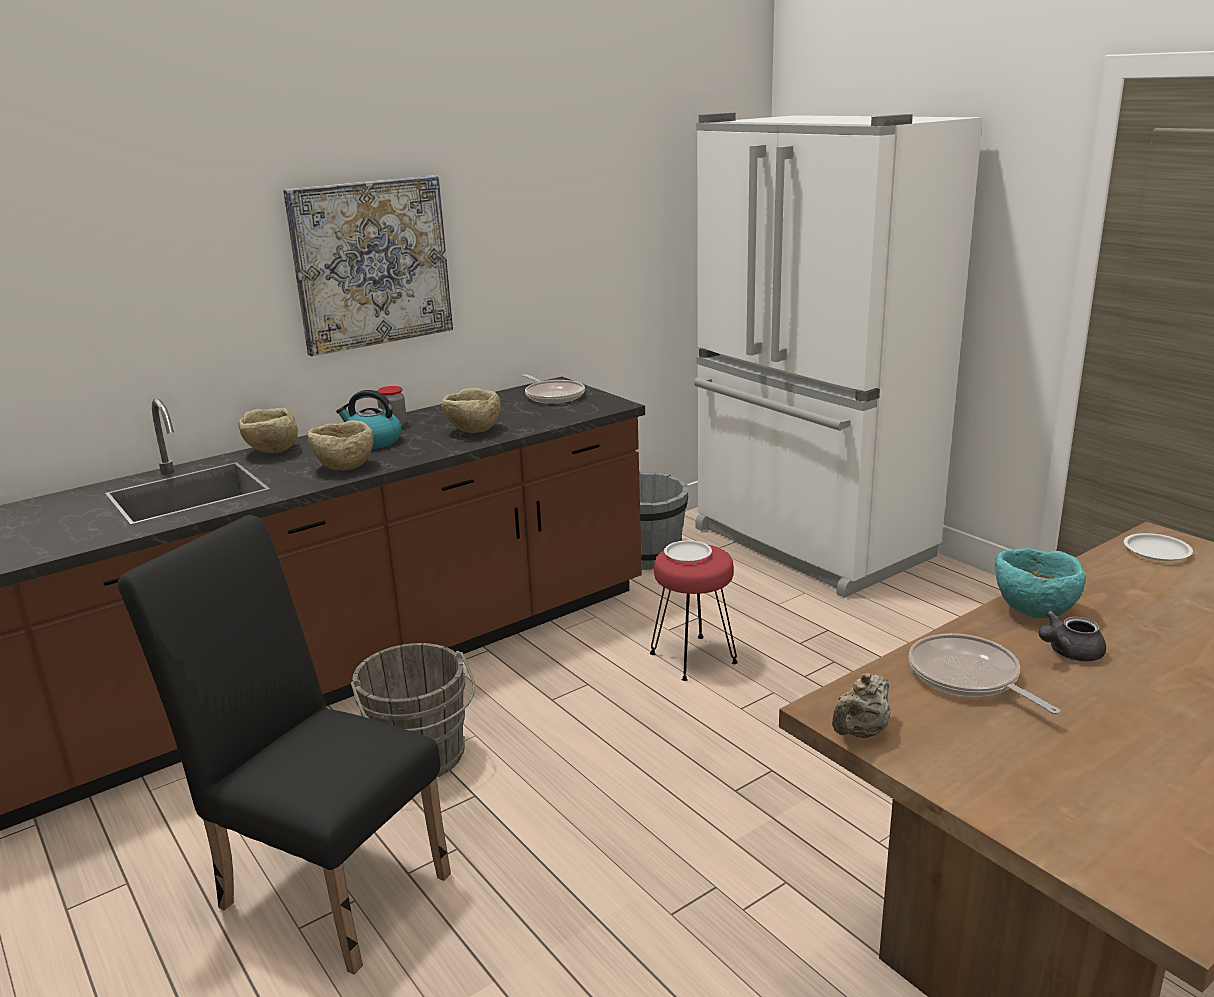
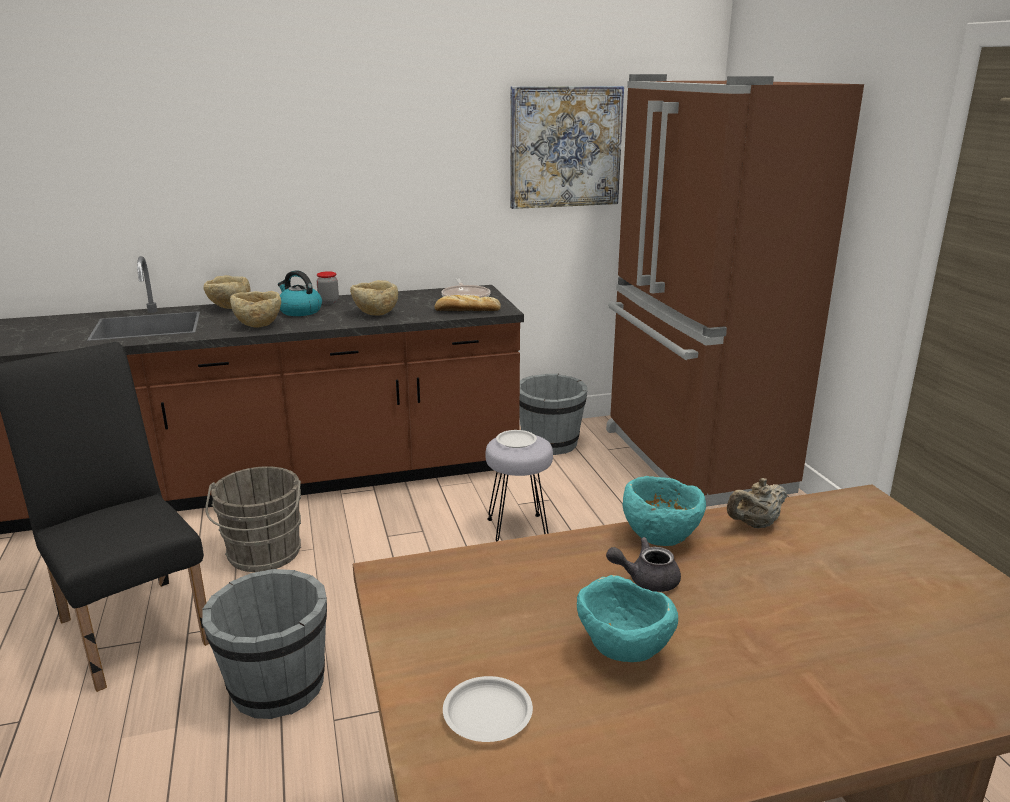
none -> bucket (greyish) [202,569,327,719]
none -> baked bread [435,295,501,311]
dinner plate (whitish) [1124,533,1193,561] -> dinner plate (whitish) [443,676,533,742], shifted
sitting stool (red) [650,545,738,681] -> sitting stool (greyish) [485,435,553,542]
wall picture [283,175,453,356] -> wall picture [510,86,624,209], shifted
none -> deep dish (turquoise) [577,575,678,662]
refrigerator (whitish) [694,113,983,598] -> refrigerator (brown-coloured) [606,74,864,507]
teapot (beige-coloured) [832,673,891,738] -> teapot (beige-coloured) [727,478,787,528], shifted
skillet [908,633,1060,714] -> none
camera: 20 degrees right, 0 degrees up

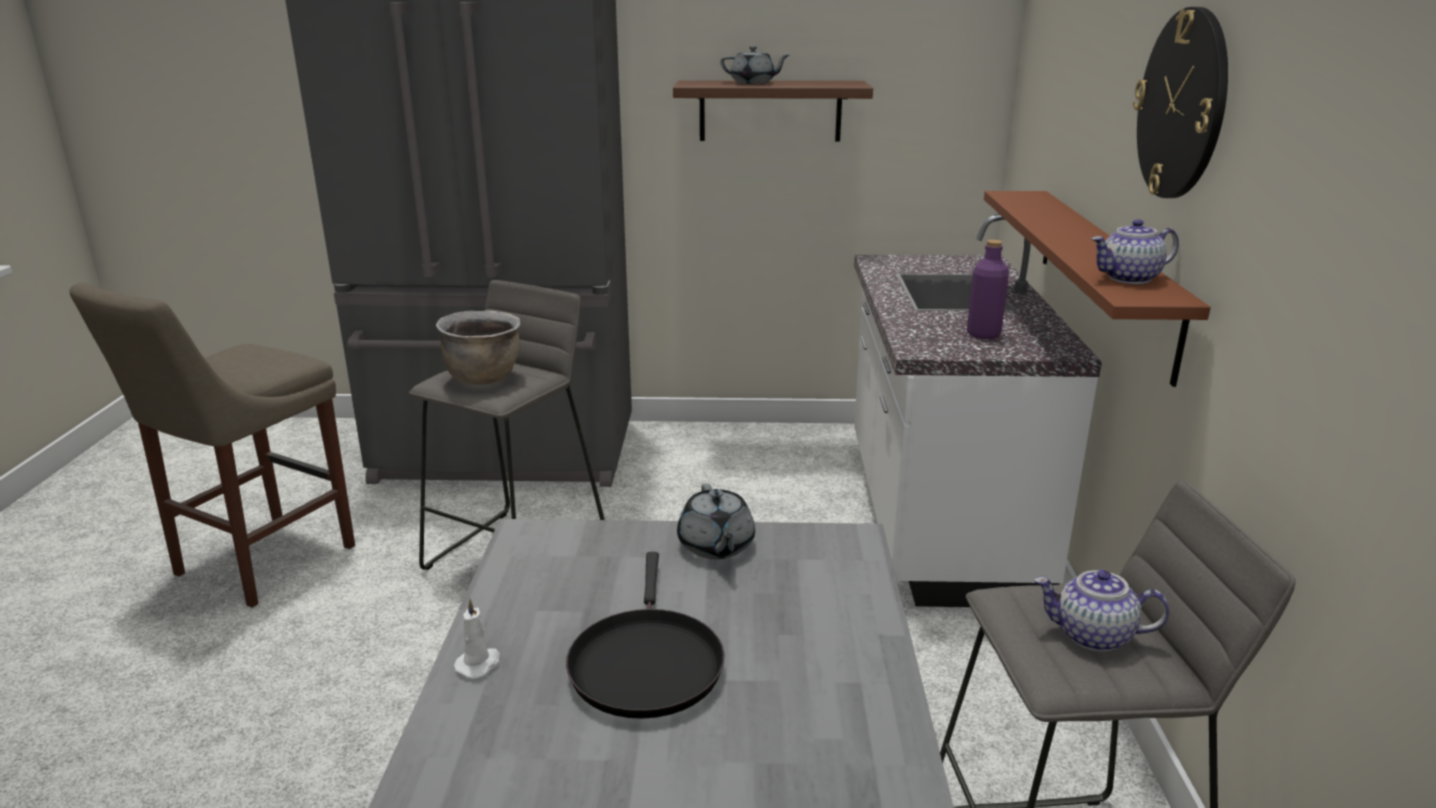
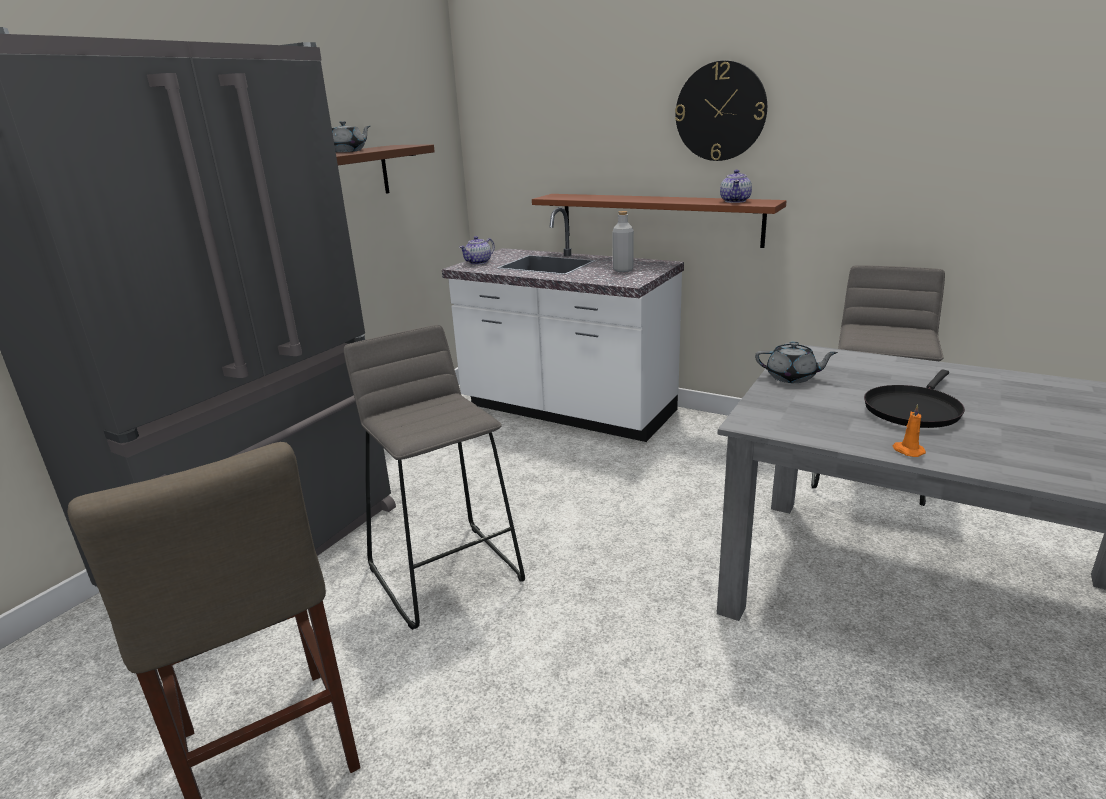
teapot [1034,570,1170,652] -> teapot [459,236,495,265], shifted
bottle (purple-coloured) [967,240,1009,339] -> bottle (greyish) [612,211,634,272]
skillet (black-coloured) [566,552,725,719] -> skillet (black-coloured) [864,370,965,428], 105 degrees clockwise
wax light (whitish) [454,599,500,679] -> wax light (orange-coloured) [893,404,926,457]
stockpot (brown-coloured) [436,311,520,385] -> none
camera: 60 degrees left, 0 degrees up

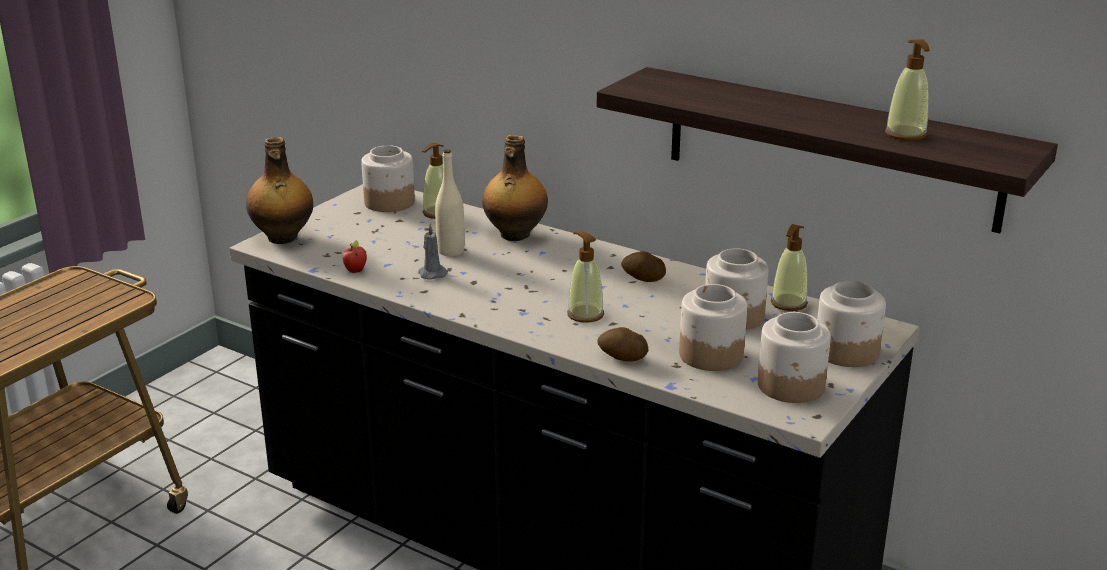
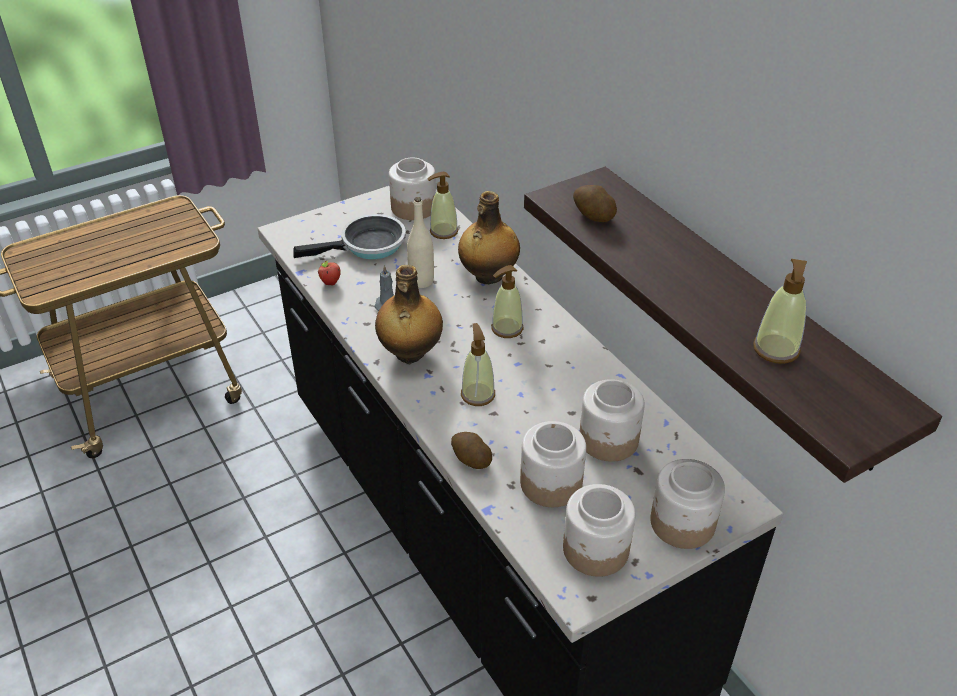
none -> skillet [293,214,406,259]
bottle [246,137,313,244] -> bottle [375,265,443,363], shifted
soap dispenser [771,224,808,311] -> soap dispenser [491,265,523,338], shifted
spud [621,251,666,282] -> spud [573,185,617,222], shifted
camera: 25 degrees right, 15 degrees up

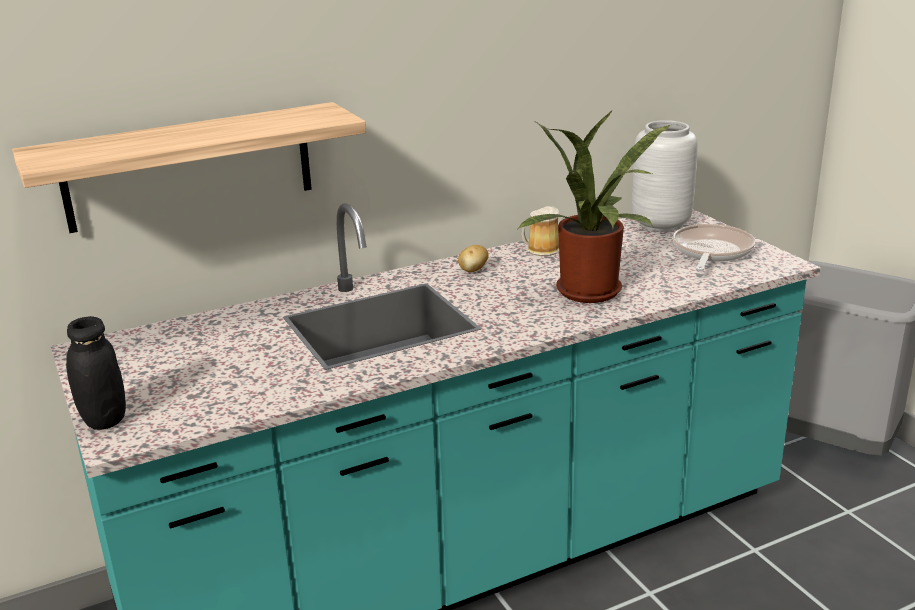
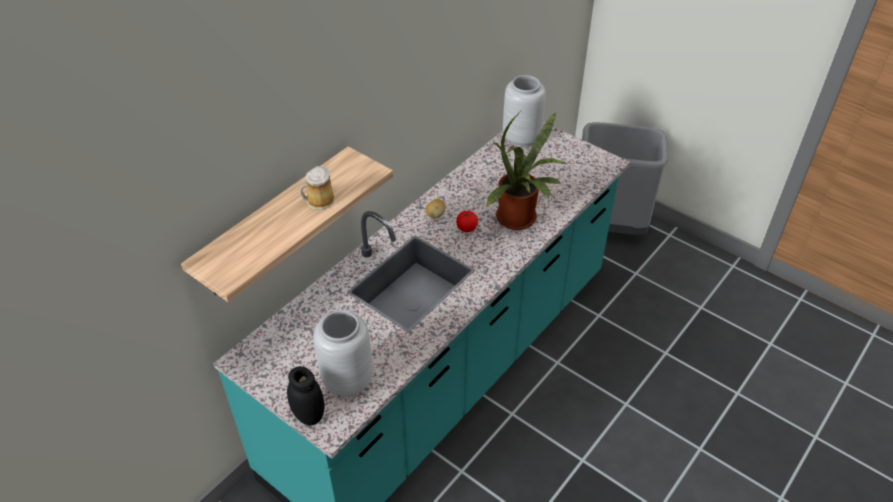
mug [522,206,559,256] -> mug [300,166,335,210], shifted
none -> flower vase (greyish) [314,310,373,396]
none -> fresh tomato [456,211,478,232]
skillet [673,224,755,271] -> none
camera: 25 degrees left, 20 degrees up

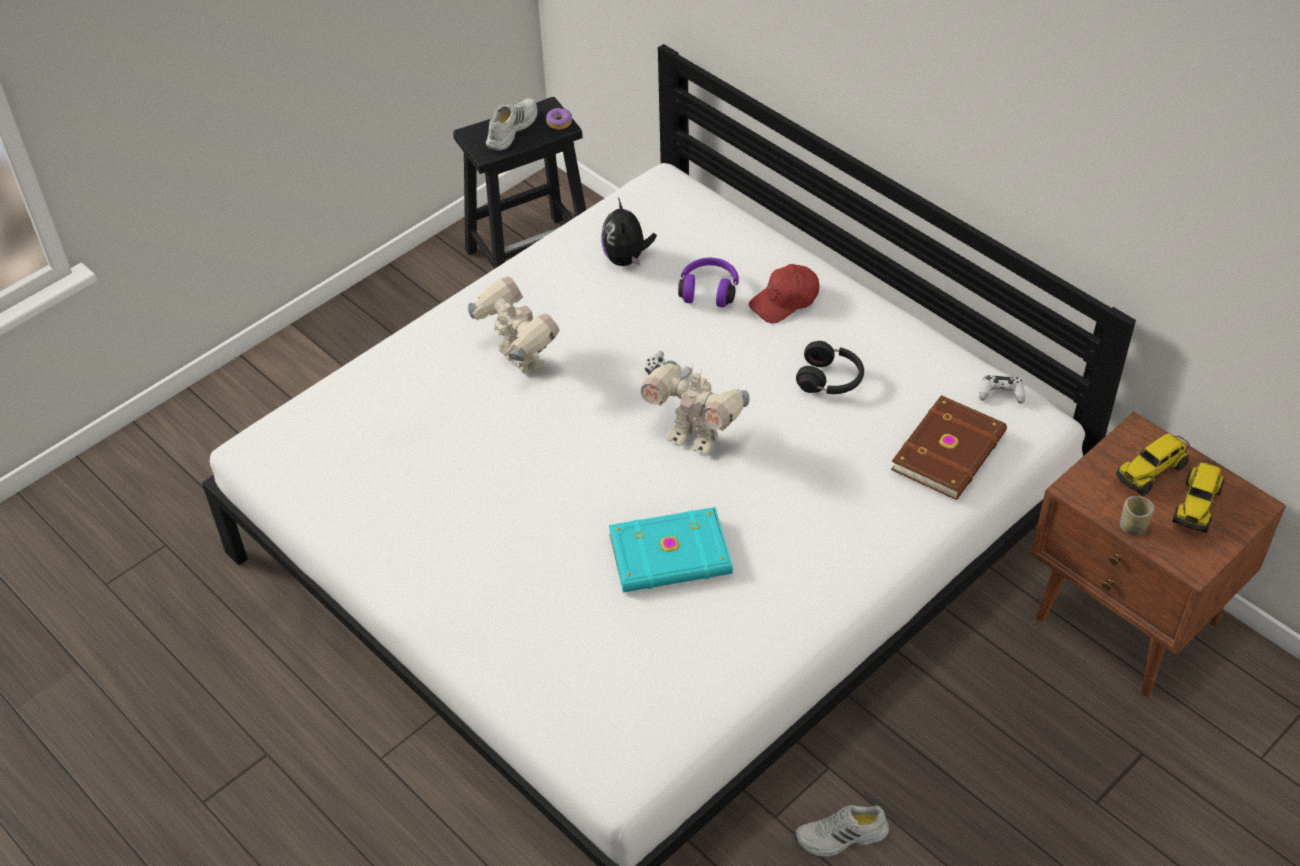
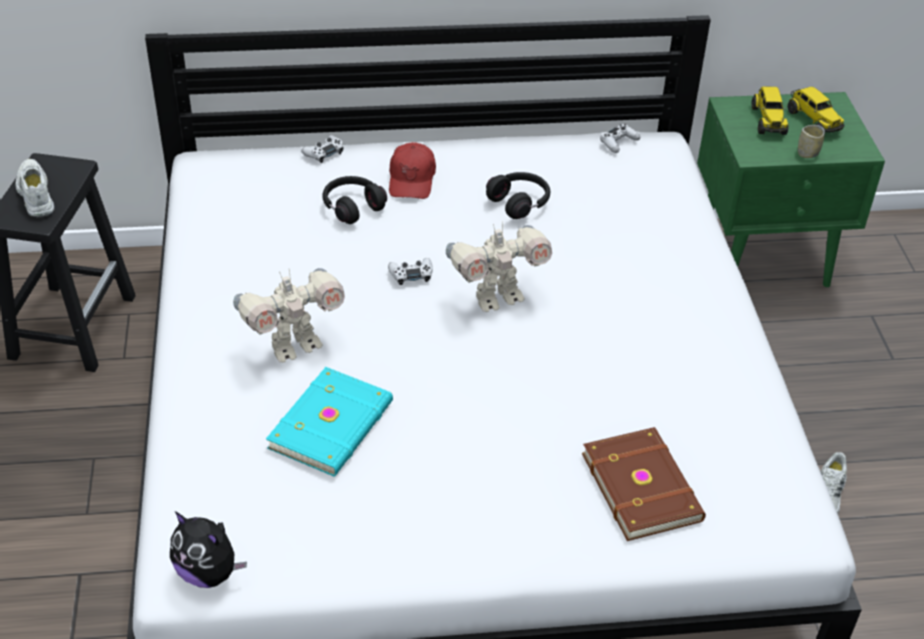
plush toy [601,198,657,266] -> plush toy [170,511,247,588], shifted
model robot [468,276,559,374] -> model robot [233,268,345,363], 150 degrees clockwise
bound book (turquoise) [609,507,733,593] -> bound book (turquoise) [266,367,393,477], shifted
none -> gamepad (whitish) [301,135,344,163]
pair of headphones (purple-coloured) [678,258,739,308] -> pair of headphones (black-coloured) [323,176,387,224]
bound book (brown-coloured) [891,395,1007,500] -> bound book (brown-coloured) [582,427,706,541], shifted
nightstand (brown-coloured) [1031,411,1286,697] -> nightstand (green) [697,92,885,287]
ring doughnut [546,108,572,130] -> none
camera: 55 degrees left, 5 degrees down

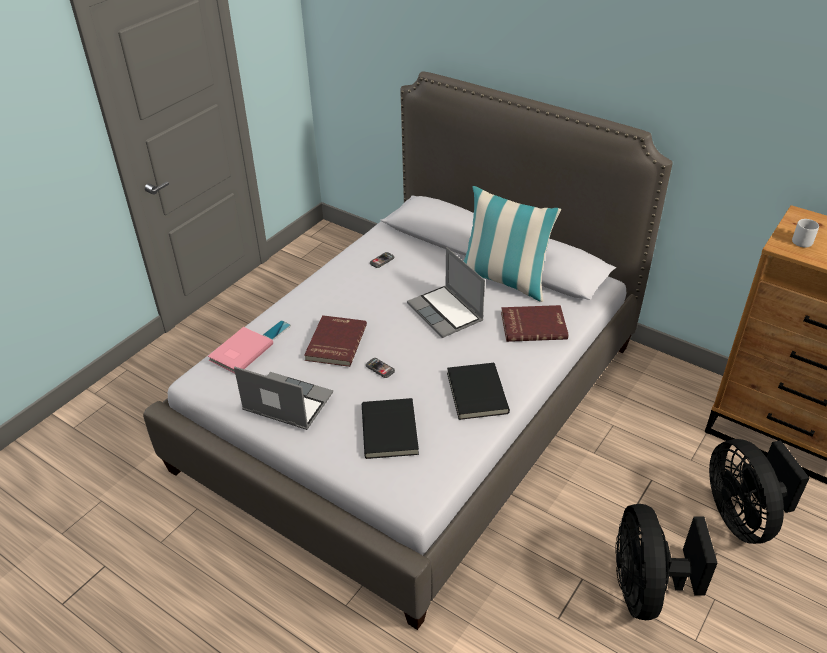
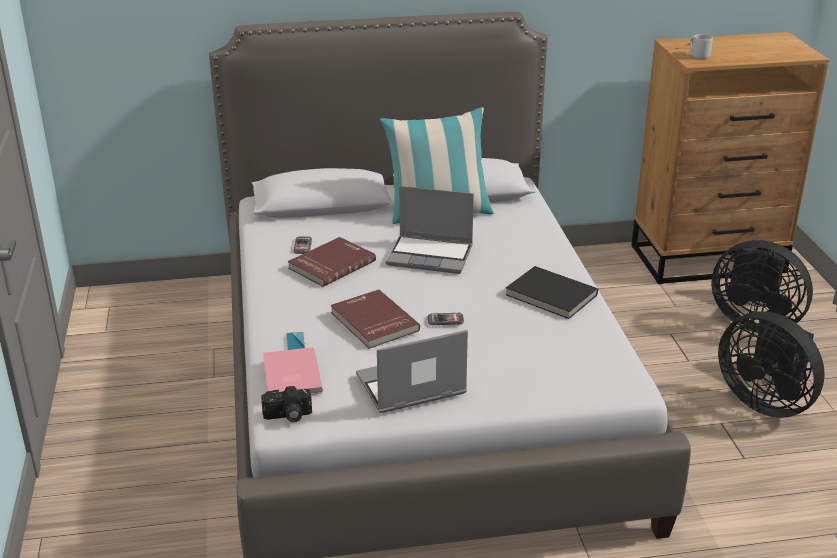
none -> still camera [261,386,312,422]
bound book (red) [501,305,569,342] -> bound book (red) [288,237,376,287], shifted
bound book (black-coloured) [362,398,419,459] -> none
camera: 45 degrees left, 10 degrees down

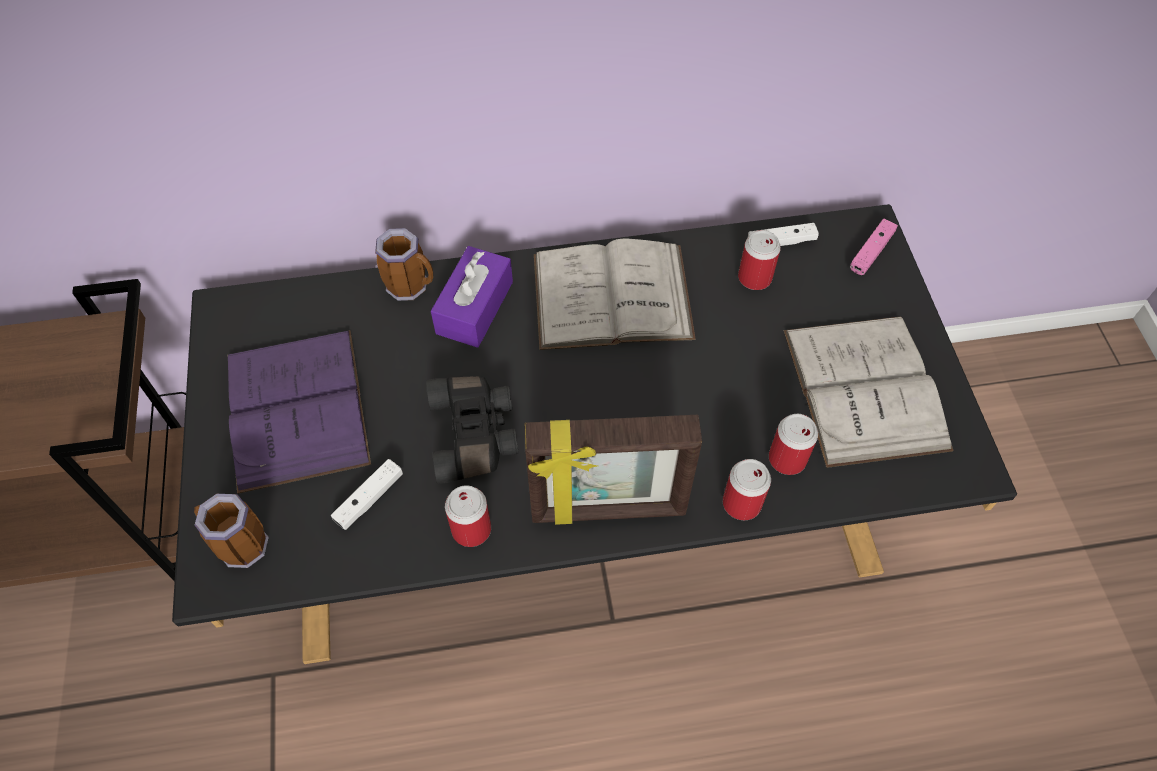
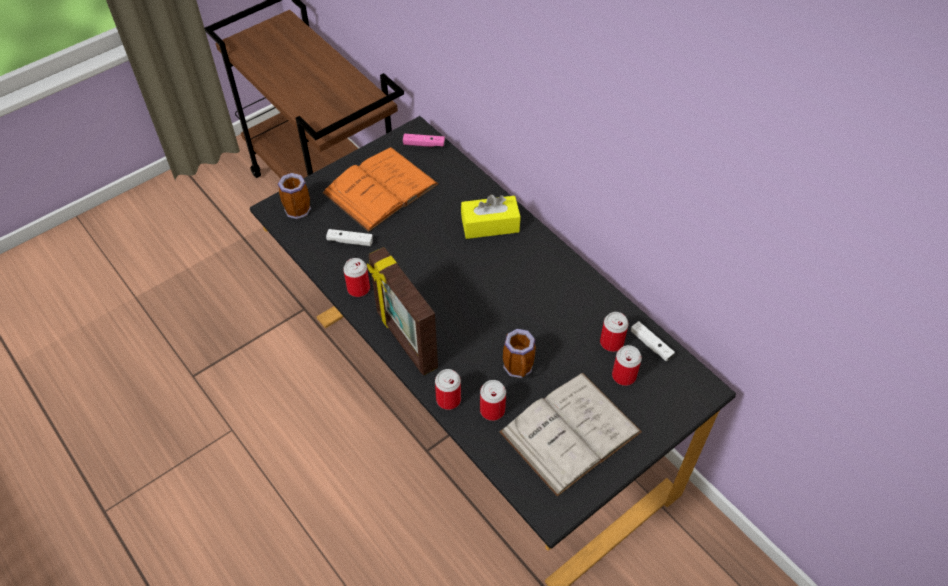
bound book (purple-coloured) [228,330,371,494] -> bound book (orange-coloured) [322,147,439,232]
gamepad (pink) [850,219,898,275] -> gamepad (pink) [403,134,445,147], shifted
box of tissues (purple-coloured) [431,246,513,348] -> box of tissues (yellowish) [461,194,521,239]
mug [375,228,433,301] -> mug [503,329,536,378], shifted
none -> metal can [612,345,642,386]
pair of binoculars (black-coloured) [426,376,519,484] -> none
bound book (whitish) [534,238,696,350] -> none
camera: 60 degrees right, 5 degrees down

